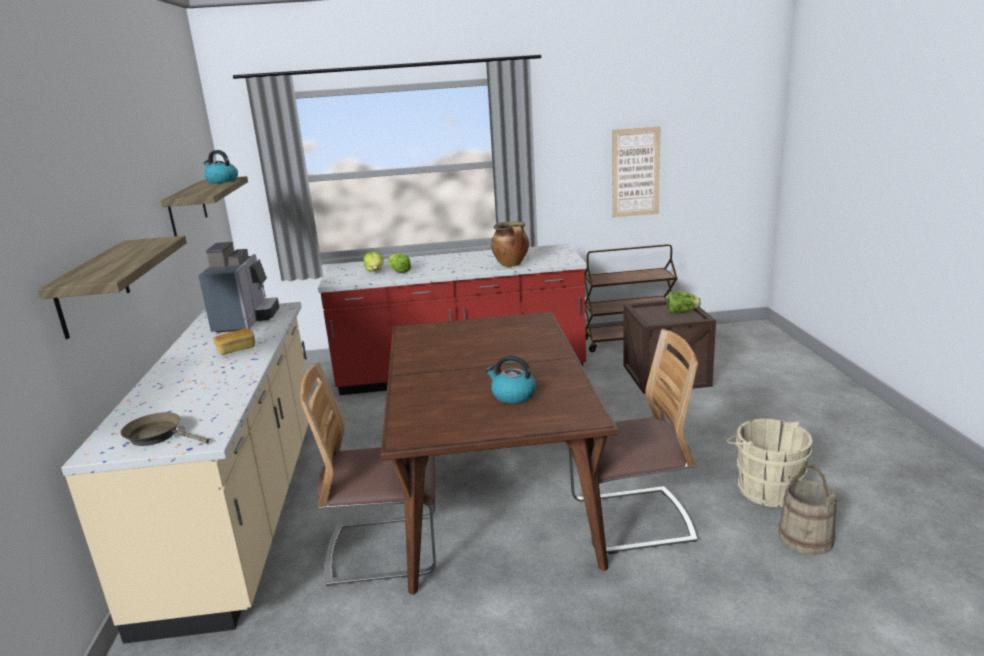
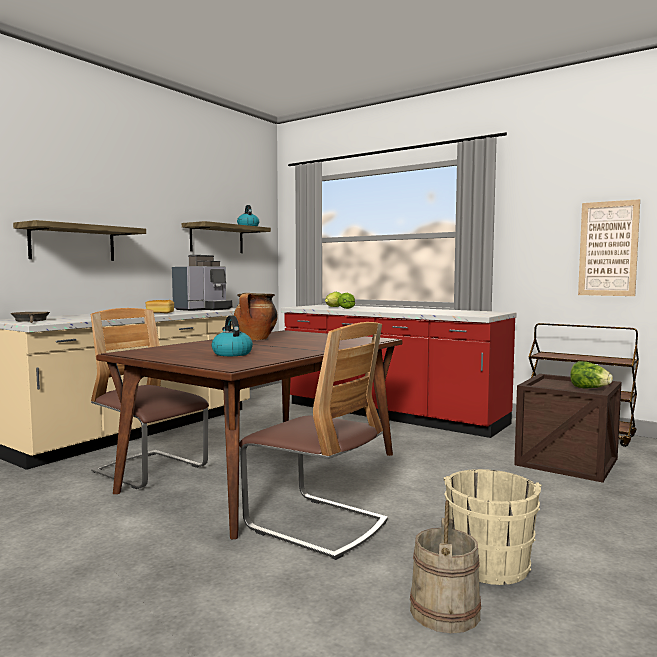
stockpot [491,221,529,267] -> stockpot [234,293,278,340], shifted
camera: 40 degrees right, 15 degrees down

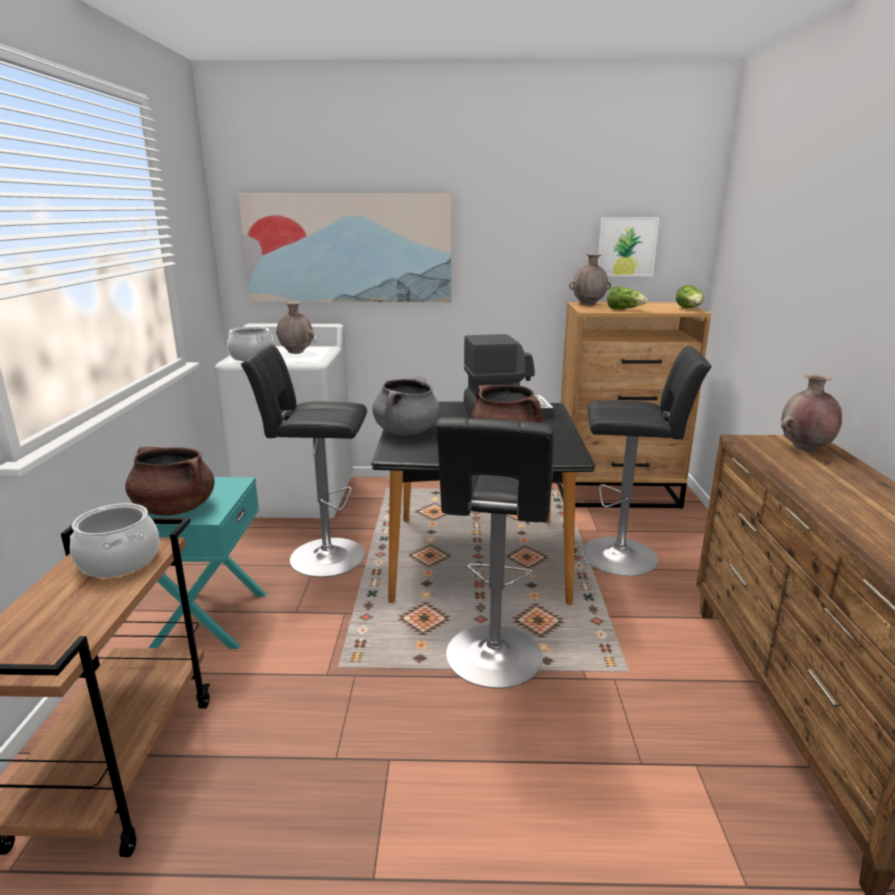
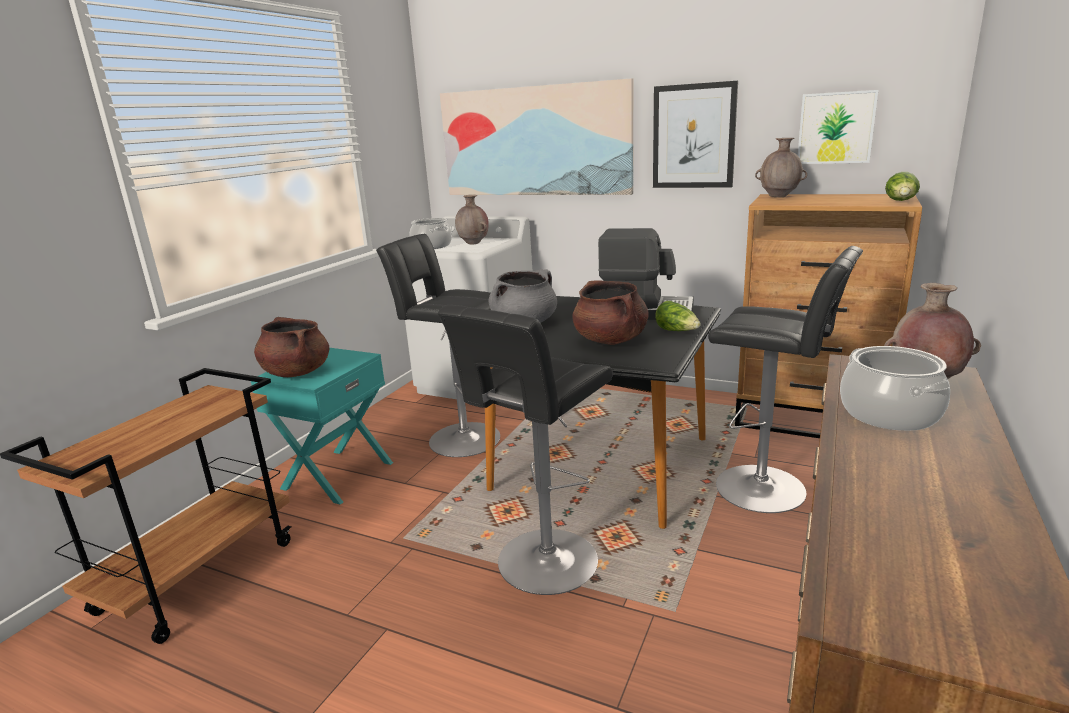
none -> wall picture [653,81,738,188]
head of lettuce [607,286,648,309] -> head of lettuce [655,300,700,331], shifted
stockpot [70,503,160,578] -> stockpot [840,346,950,431], shifted
camera: 25 degrees right, 0 degrees up

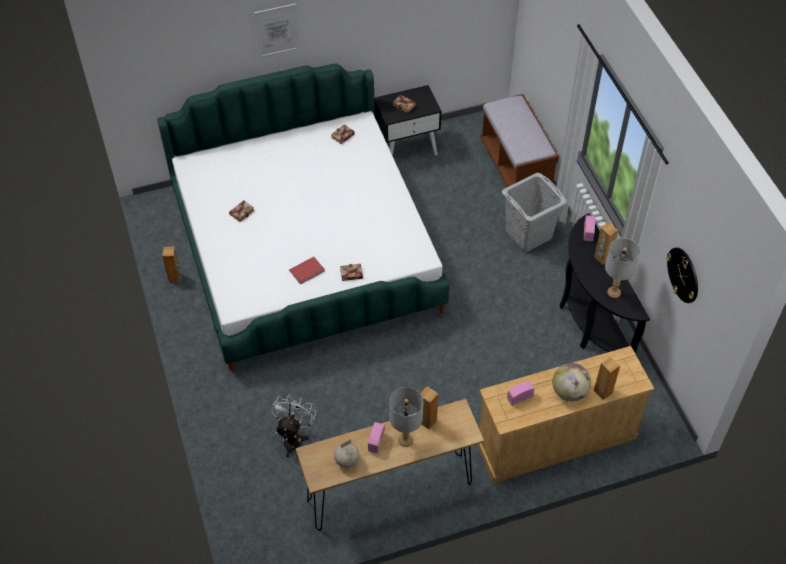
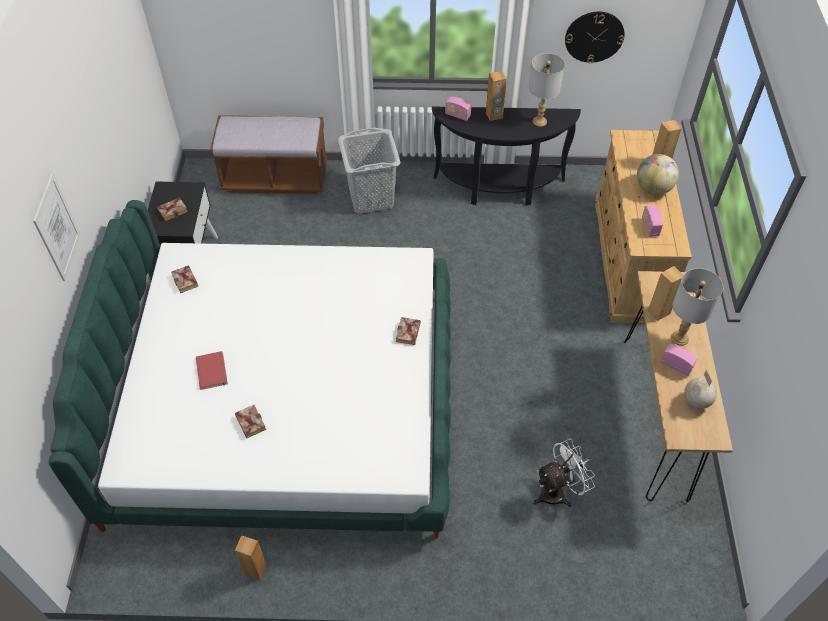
bound book (red) [289,257,325,285] -> bound book (red) [196,351,228,390], shifted
electric fan (whitish) [271,395,316,457] -> electric fan (whitish) [533,439,595,507], 120 degrees clockwise
camera: 70 degrees left, 0 degrees up

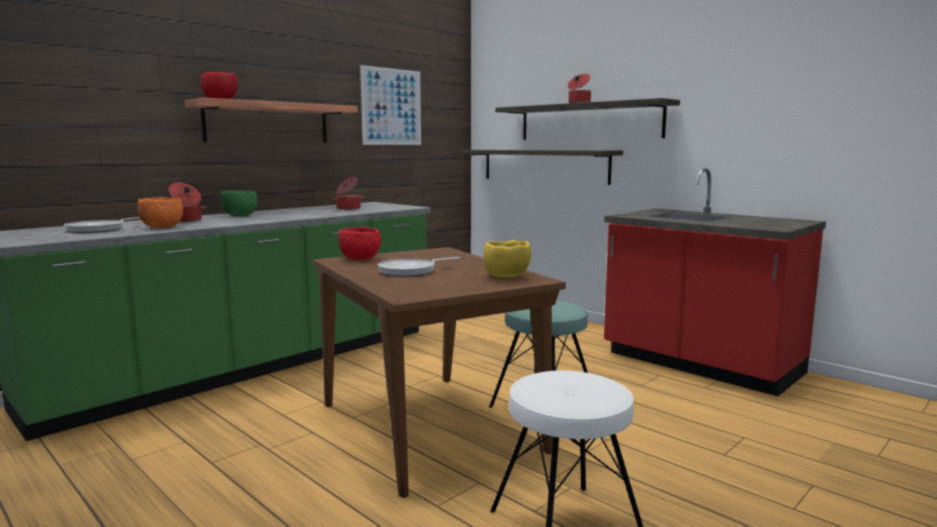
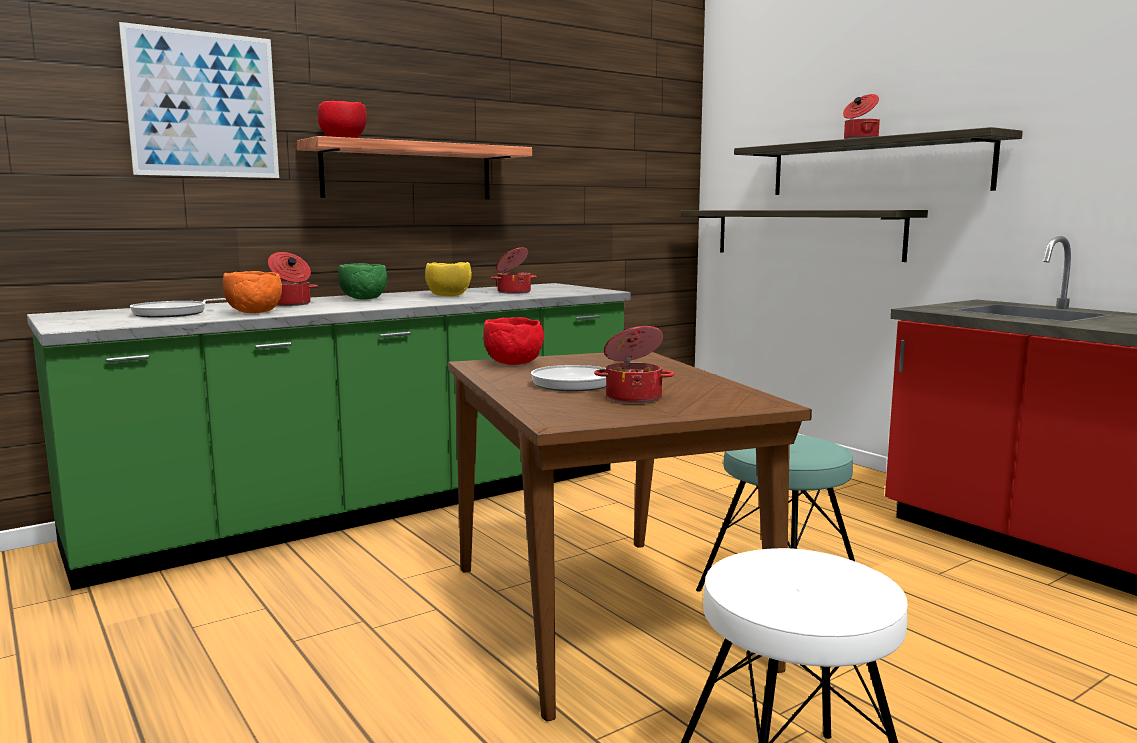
wall picture [360,65,421,145] -> wall picture [119,22,279,178], shifted
deep dish (yellowish) [483,240,531,277] -> deep dish (yellowish) [425,262,472,296], shifted
none -> stockpot [594,326,674,404]
camera: 10 degrees right, 0 degrees up

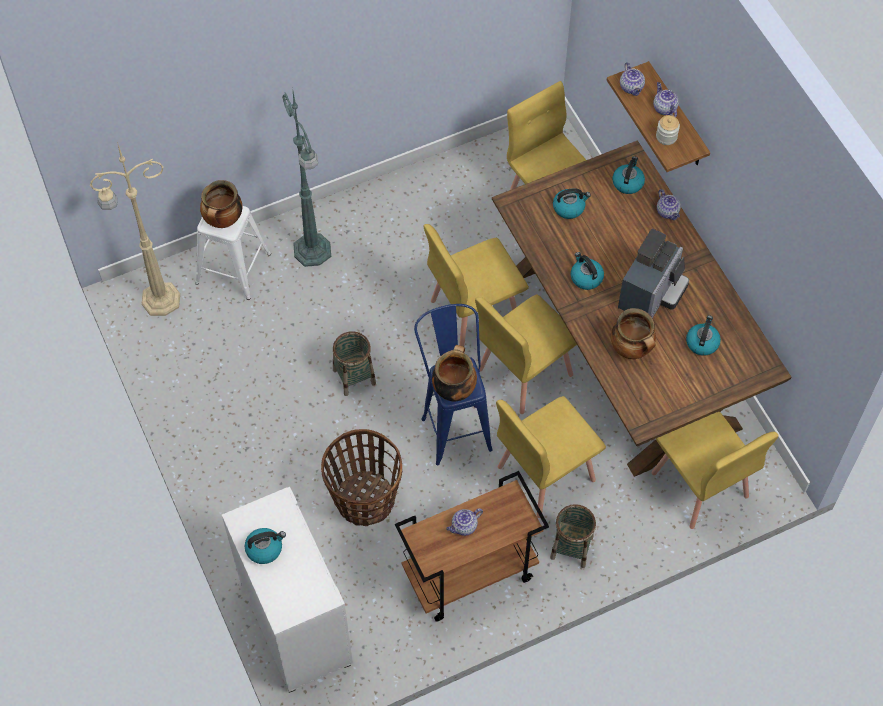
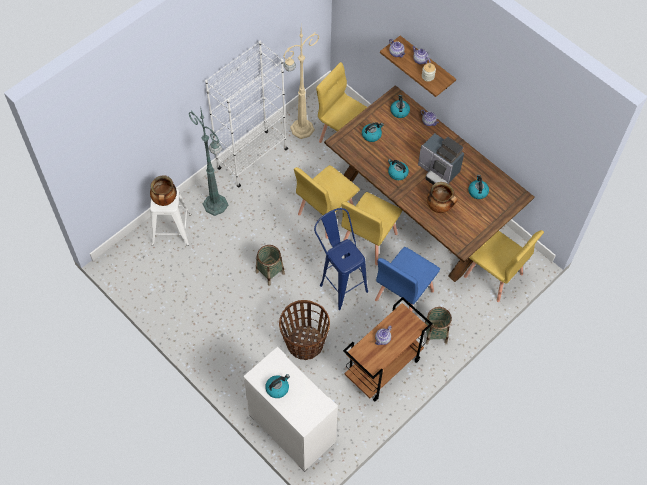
none -> bookshelf (whitish) [205,41,288,187]
standing lamp (beige-coloured) [90,142,180,316] -> standing lamp (beige-coloured) [283,28,319,139], shifted
upright chair (yellowish) [496,396,606,518] -> upright chair (blue-coloured) [375,247,440,311]
coffee brewer [618,229,689,318] -> coffee brewer [418,133,464,185], 120 degrees clockwise
stockpot [432,345,477,402] -> none
camera: 20 degrees left, 0 degrees up

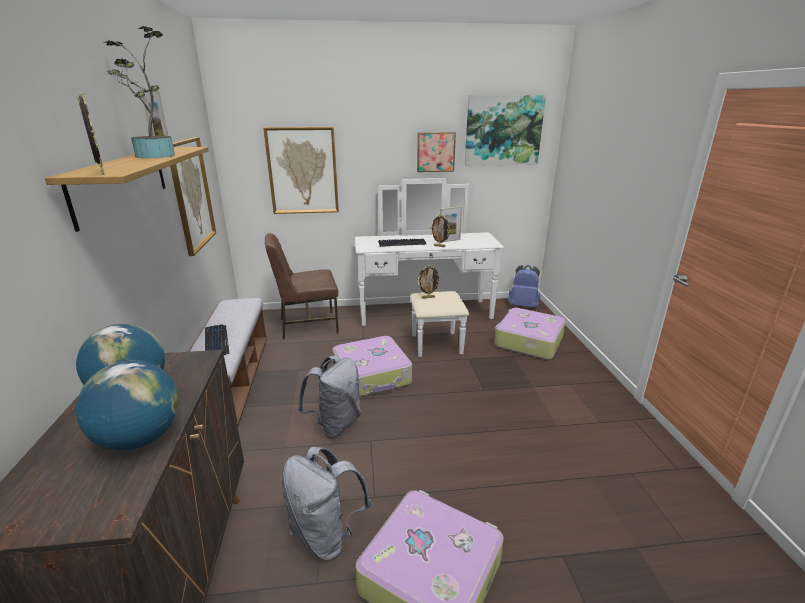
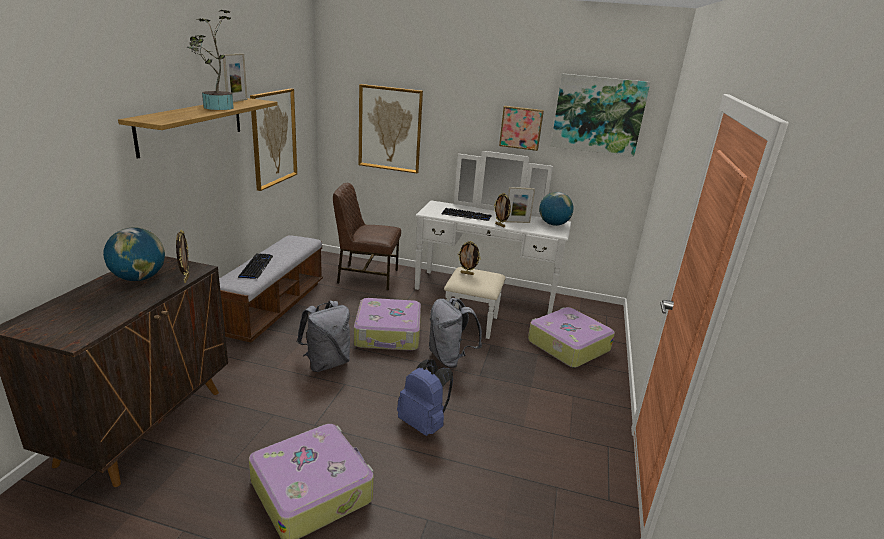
picture frame [77,92,105,175] -> picture frame [176,230,189,283], shifted
backpack (blue-coloured) [508,265,540,308] -> backpack (blue-coloured) [397,360,453,436], shifted
backpack (greyish) [281,447,371,560] -> backpack (greyish) [429,298,482,368], shifted
world globe [76,360,179,451] -> world globe [539,192,573,226], shifted
camera: 20 degrees right, 0 degrees up

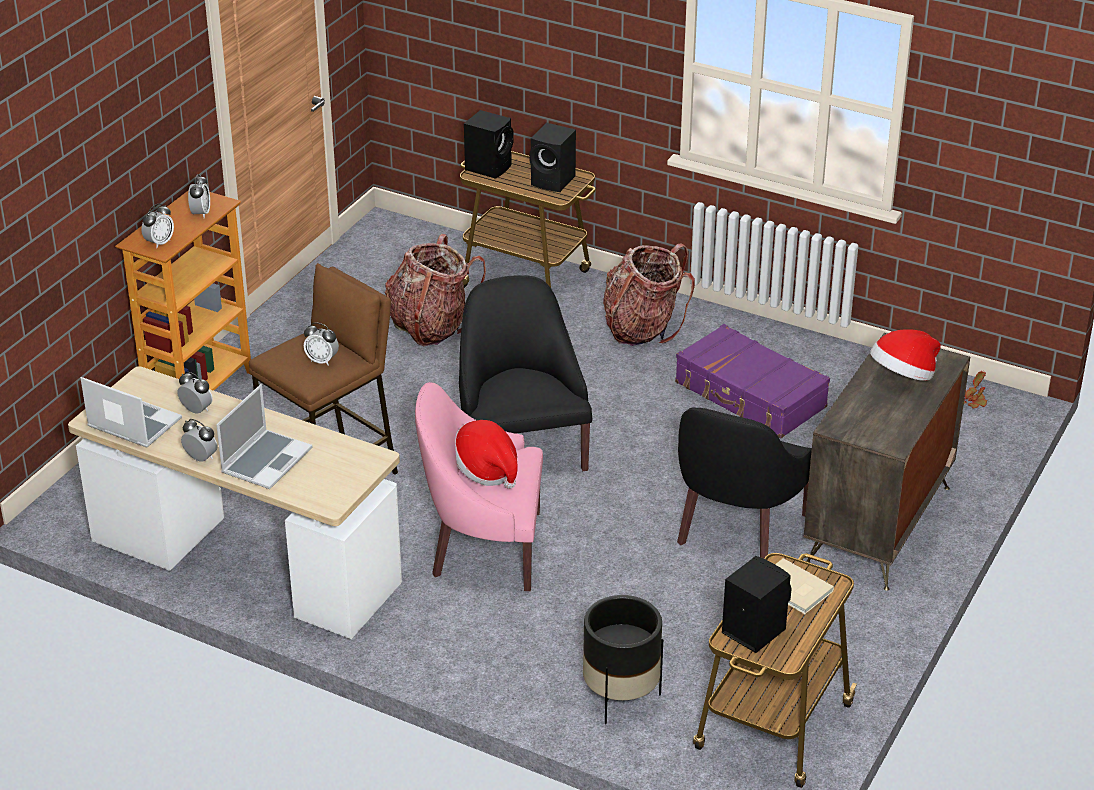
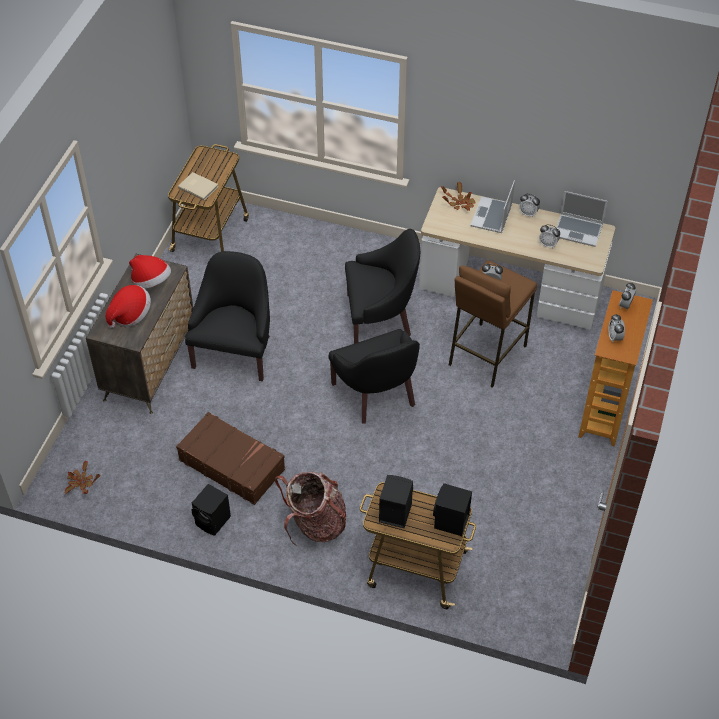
wearable hat [455,420,518,489] -> wearable hat [129,255,171,289], shifted
piece of luggage (purple-coloured) [675,324,830,439] -> piece of luggage (brown-coloured) [176,412,285,505]
speaker (black-coloured) [722,556,792,653] -> speaker (black-coloured) [191,484,231,536], shifted
lounge chair (pink) [415,382,543,591] -> lounge chair (black-coloured) [345,229,420,344]
none -> potted plant [441,181,475,211]
backpack [385,234,486,347] -> none
planter (black-coloured) [583,595,663,724] -> none
camera: 170 degrees right, 15 degrees up

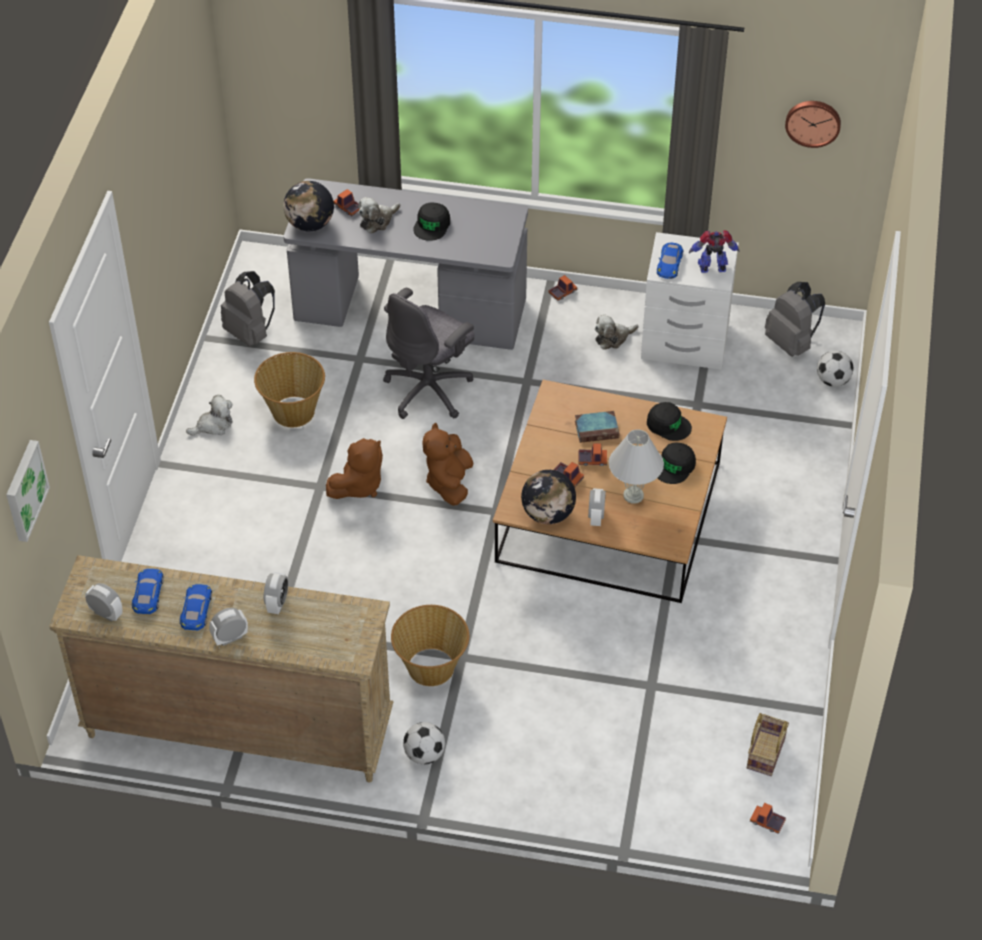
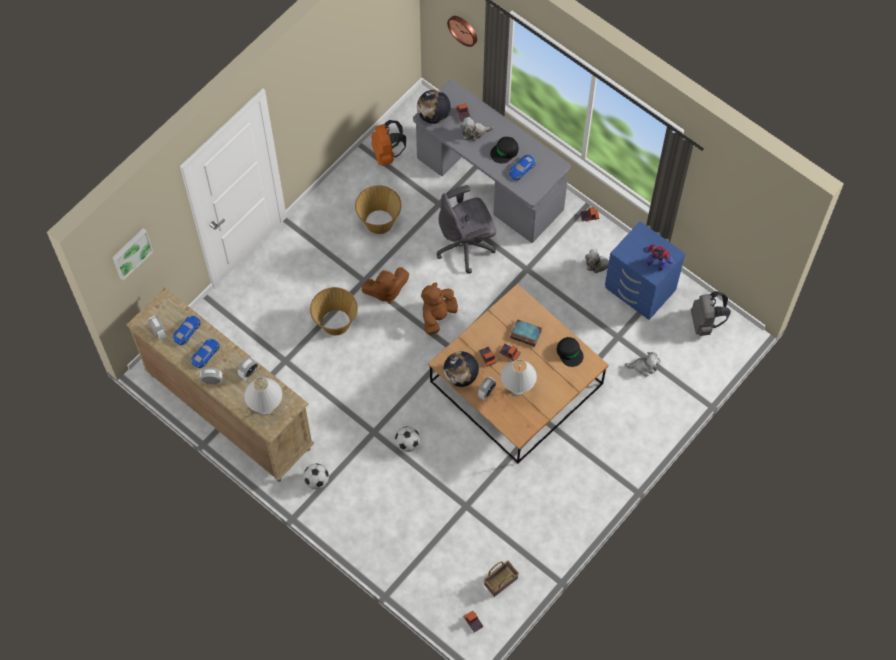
none -> lamp for a table (whitish) [244,377,282,415]
storage basket [391,605,469,686] -> storage basket [310,287,358,335], shifted
backpack (greyish) [221,271,275,347] -> backpack (orange-coloured) [371,120,406,166]
ball for football [817,351,854,387] -> ball for football [395,426,420,452], shifted
wall clock [785,101,841,148] -> wall clock [447,16,477,47], shifted
miniature car (blue-coloured) [657,242,683,279] -> miniature car (blue-coloured) [509,155,536,180], shifted
nightstand (whitish) [641,232,739,370] -> nightstand (blue-coloured) [605,221,685,320]
plush toy [186,395,233,435] -> plush toy [625,352,661,377], shifted
peaked cap (black-coloured) [658,442,696,484] -> none
camera: 30 degrees right, 15 degrees up

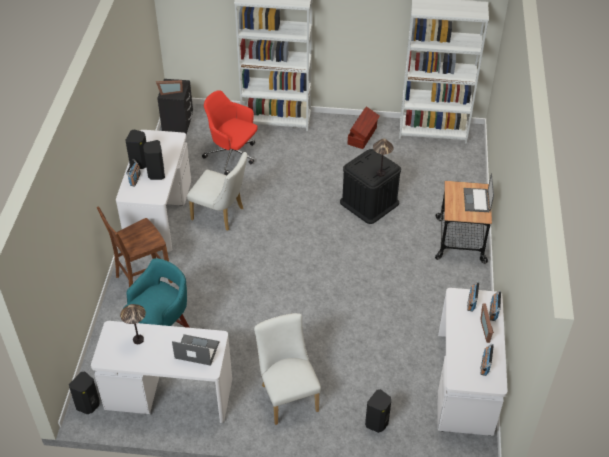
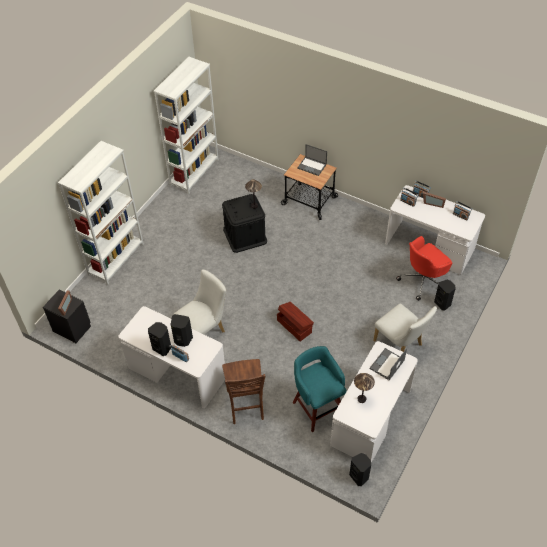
storage container (brown-coloured) [348,106,380,149] -> storage container (brown-coloured) [277,302,314,341], shifted
upright chair (whitish) [254,313,321,425] -> upright chair (whitish) [373,304,437,352], 135 degrees counterclockwise
desk chair (red) [202,90,258,176] -> desk chair (red) [396,236,453,301], shifted
camera: 65 degrees left, 5 degrees up

